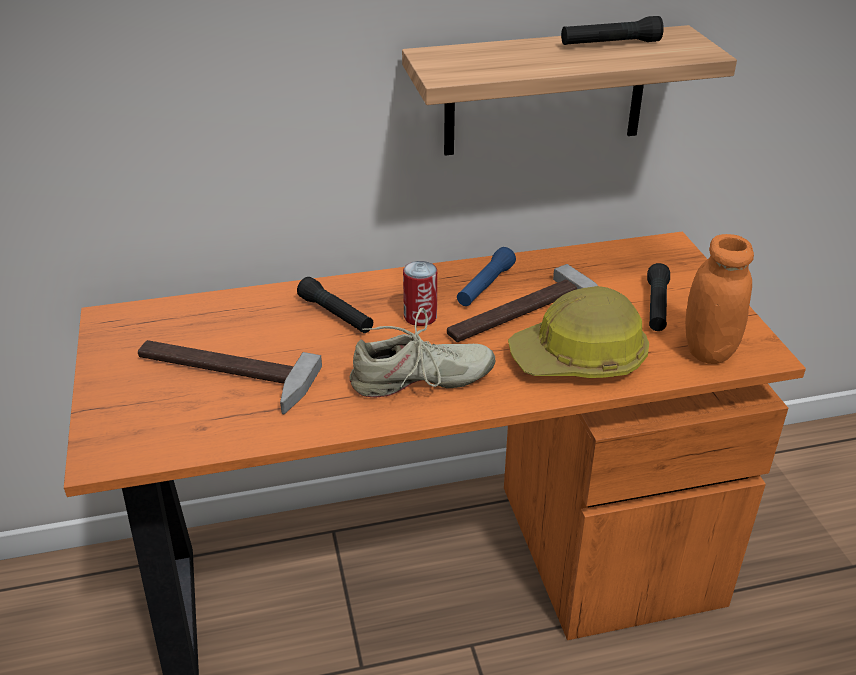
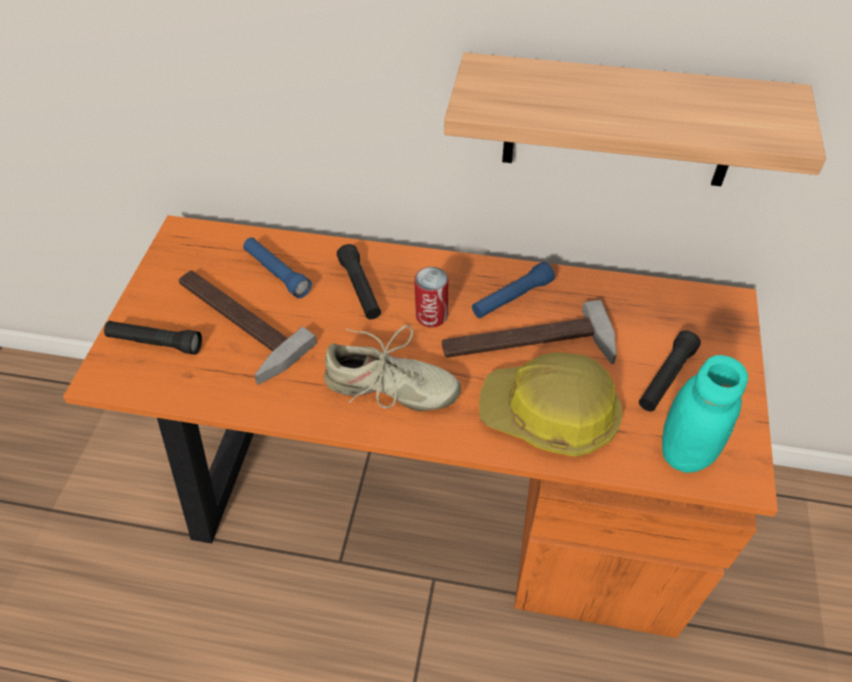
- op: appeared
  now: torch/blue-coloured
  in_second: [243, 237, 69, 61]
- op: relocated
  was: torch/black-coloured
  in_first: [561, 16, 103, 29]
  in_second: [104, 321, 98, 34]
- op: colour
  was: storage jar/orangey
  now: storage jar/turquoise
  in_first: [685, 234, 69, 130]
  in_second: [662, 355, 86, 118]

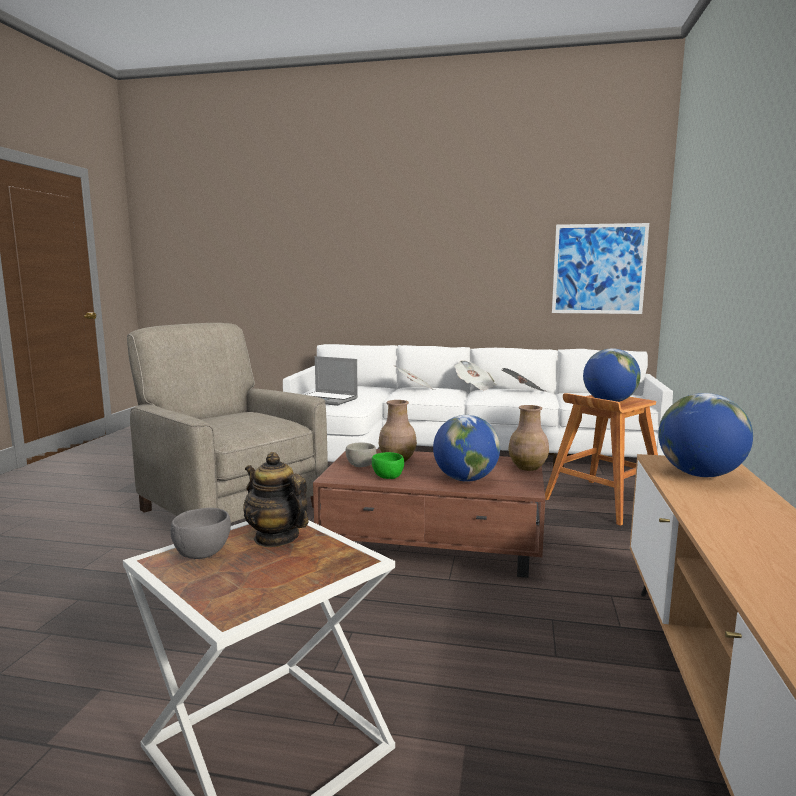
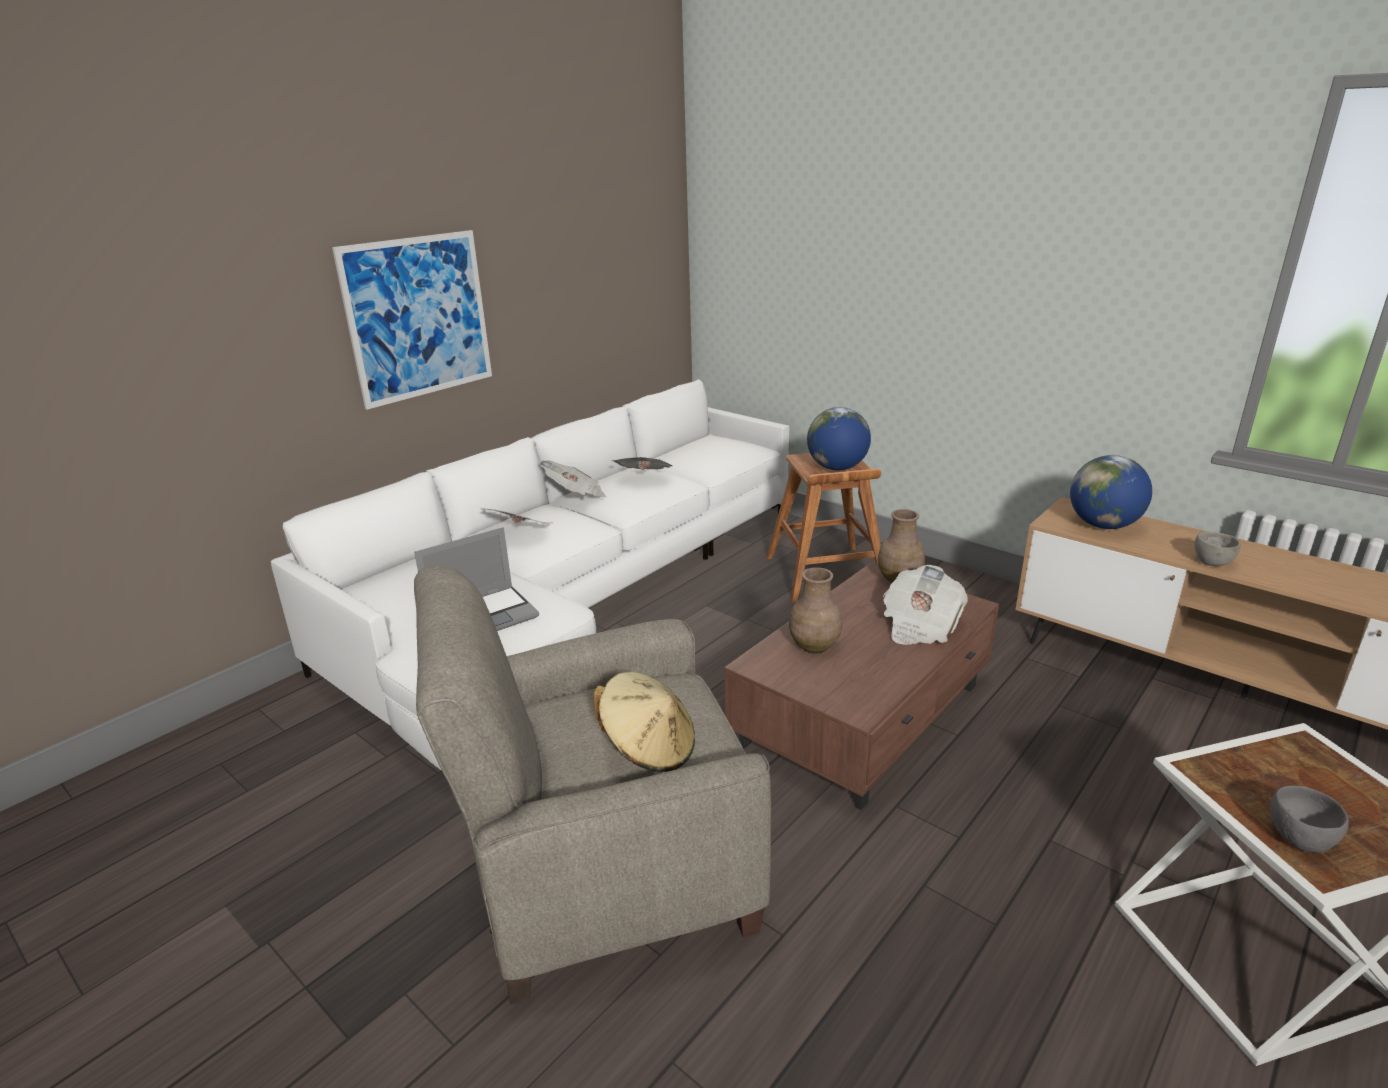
- op: missing
  was: teapot
  in_first: [244, 452, 65, 95]
- op: missing
  was: deep dish/greenish
  in_first: [372, 452, 32, 27]
- op: appeared
  now: wearable hat/beige
  in_second: [593, 672, 102, 100]
- op: relocated
  was: deep dish/grey
  in_first: [345, 442, 31, 25]
  in_second: [1195, 532, 46, 34]
- op: relocated
  was: picture
  in_first: [552, 223, 97, 91]
  in_second: [332, 230, 160, 180]
- op: exchanged
  was: desk globe
  now: printed paper
  in_first: [433, 415, 67, 67]
  in_second: [883, 565, 85, 80]

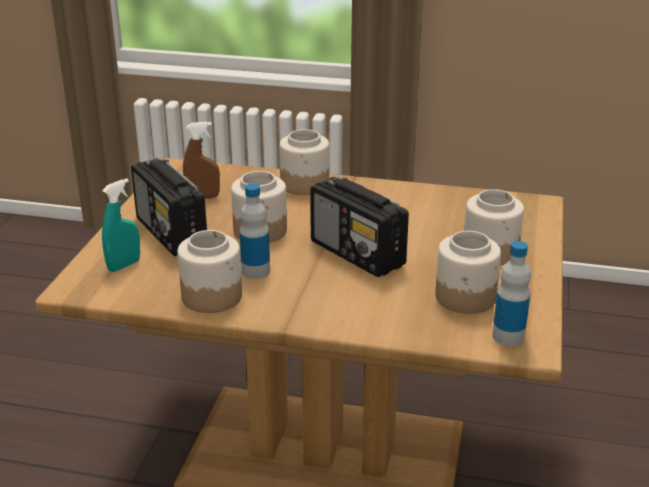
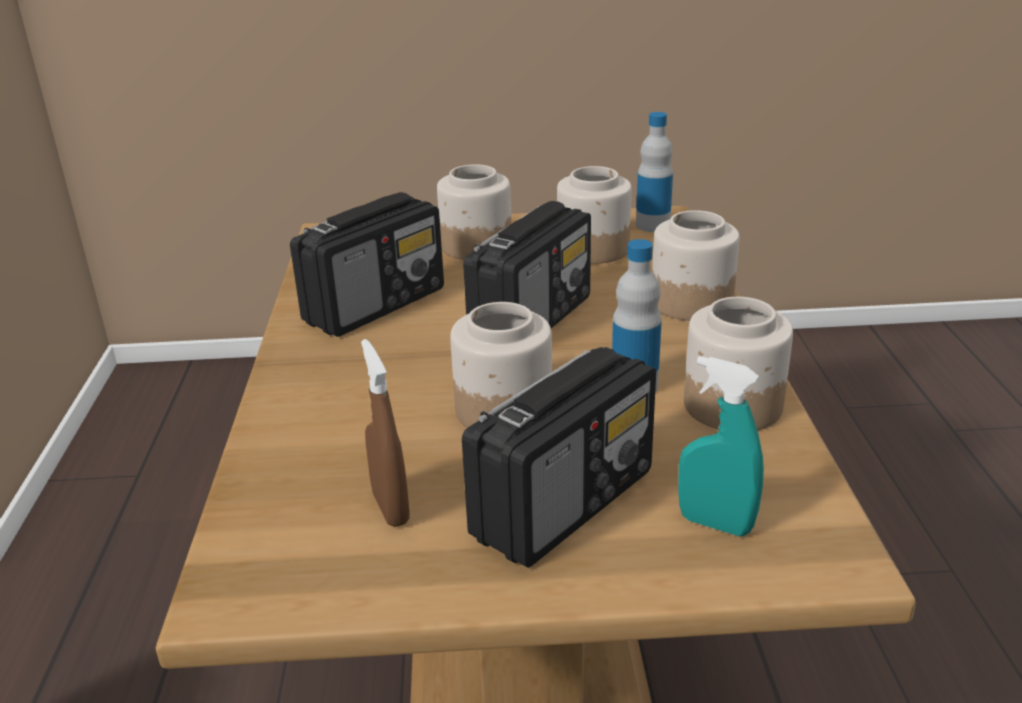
- op: appeared
  now: radio receiver
  in_second: [290, 192, 154, 145]
- op: relocated
  was: storage jar
  in_first: [279, 129, 50, 66]
  in_second: [652, 210, 87, 111]

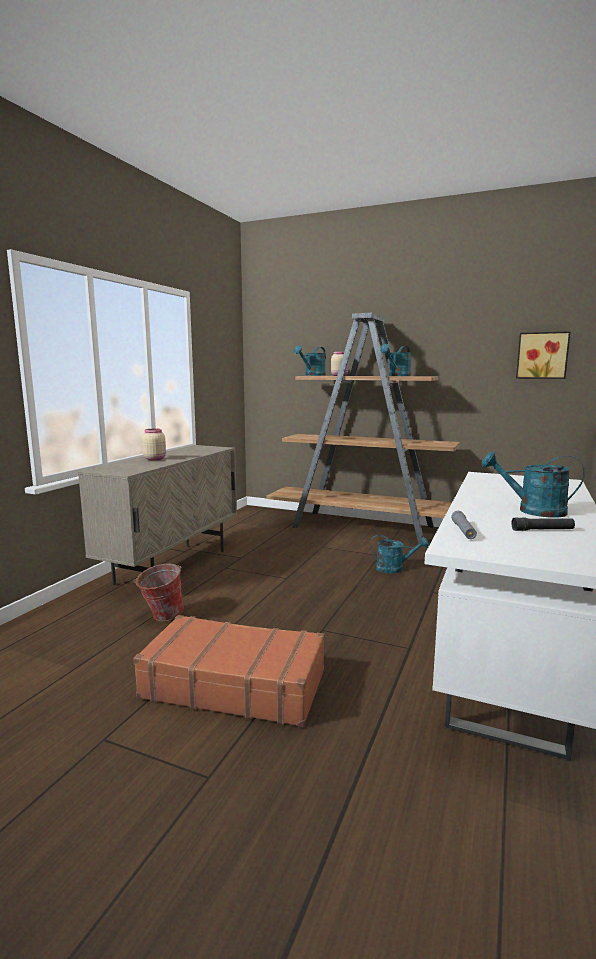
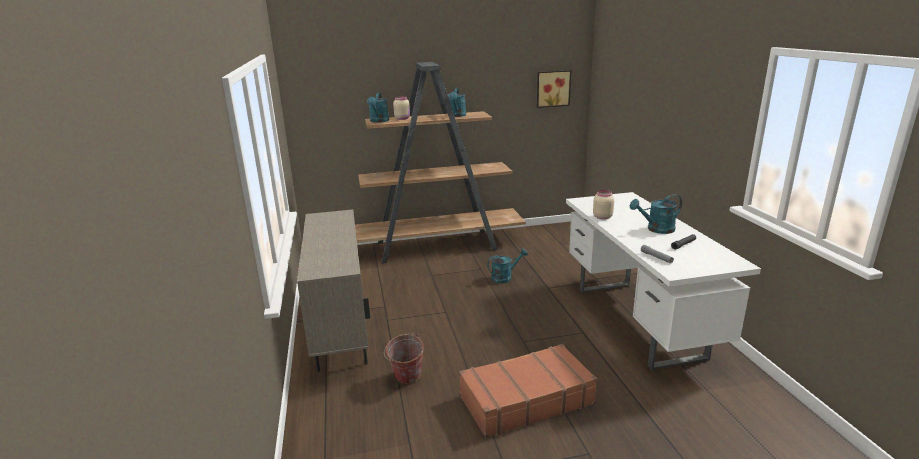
- op: relocated
  was: storage jar/beige
  in_first: [142, 429, 24, 31]
  in_second: [593, 190, 21, 30]

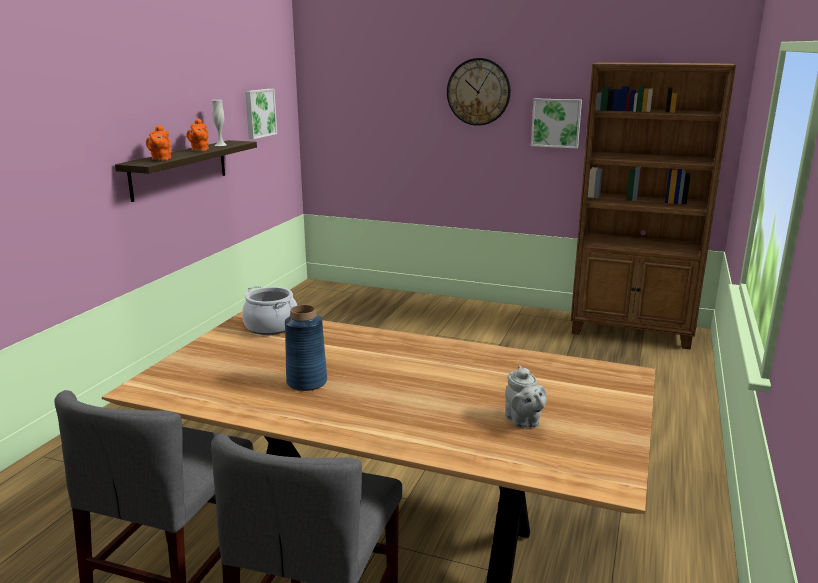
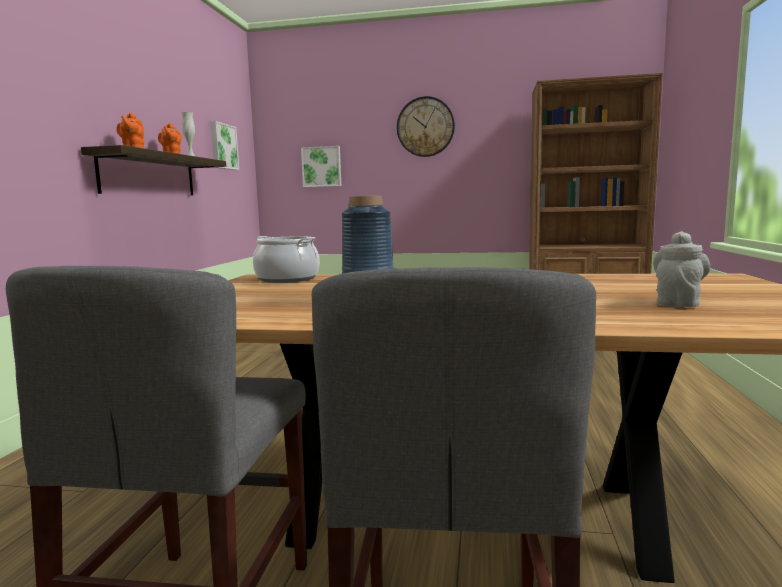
- op: relocated
  was: picture
  in_first: [531, 98, 51, 50]
  in_second: [301, 146, 40, 41]
- op: spun
  was: teapot/grey
  in_first: [505, 365, 42, 63]
  in_second: [653, 231, 57, 76]
  clockwise: -120

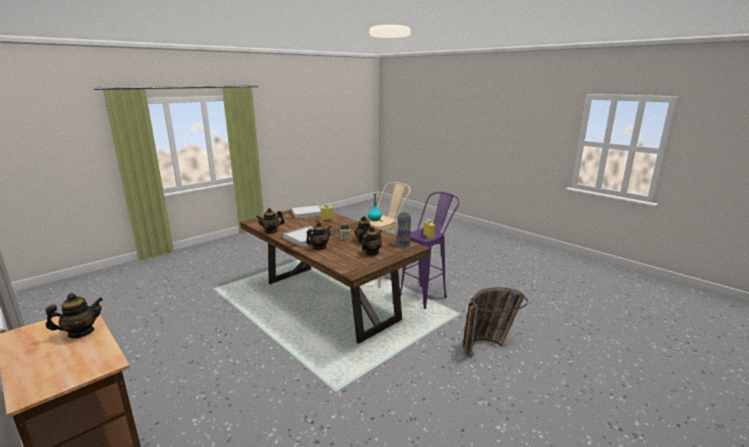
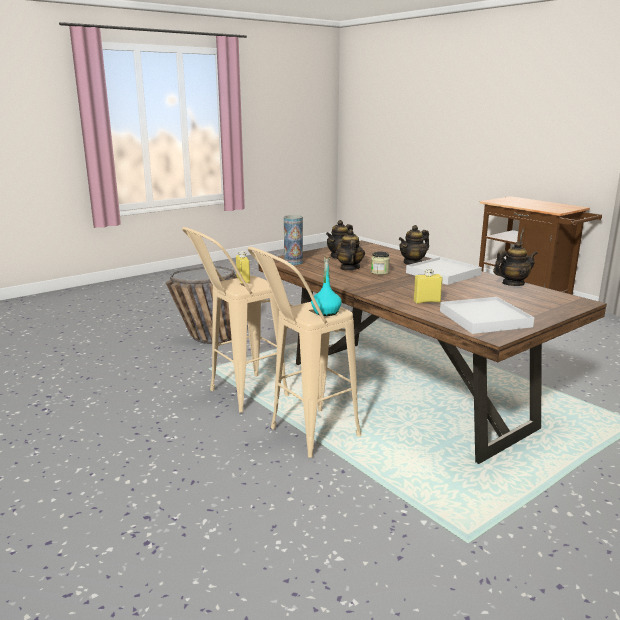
- op: missing
  was: teapot
  in_first: [46, 293, 57, 45]
- op: colour
  was: stool seat/purple
  now: stool seat/beige
  in_first: [400, 192, 60, 117]
  in_second: [182, 227, 107, 186]

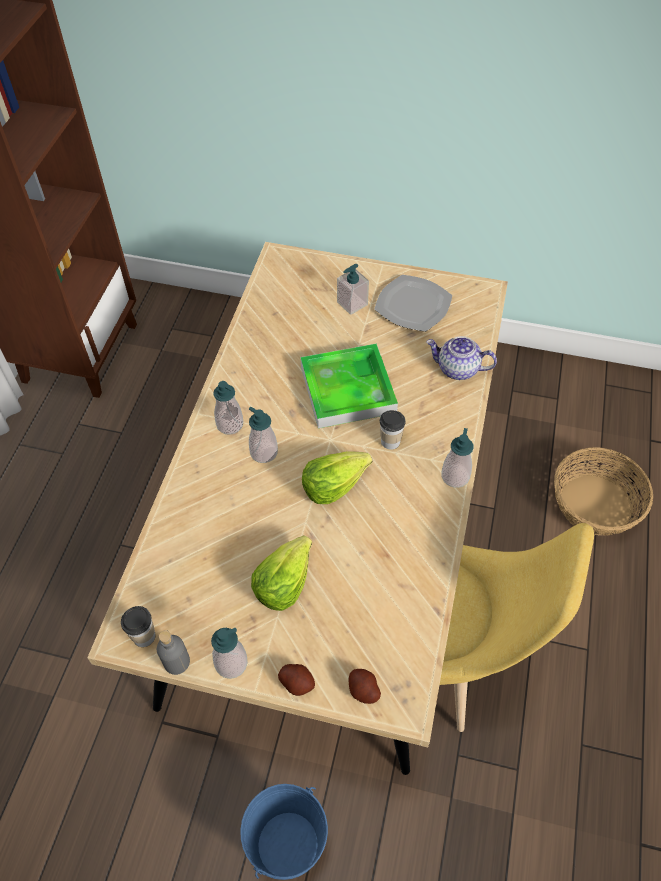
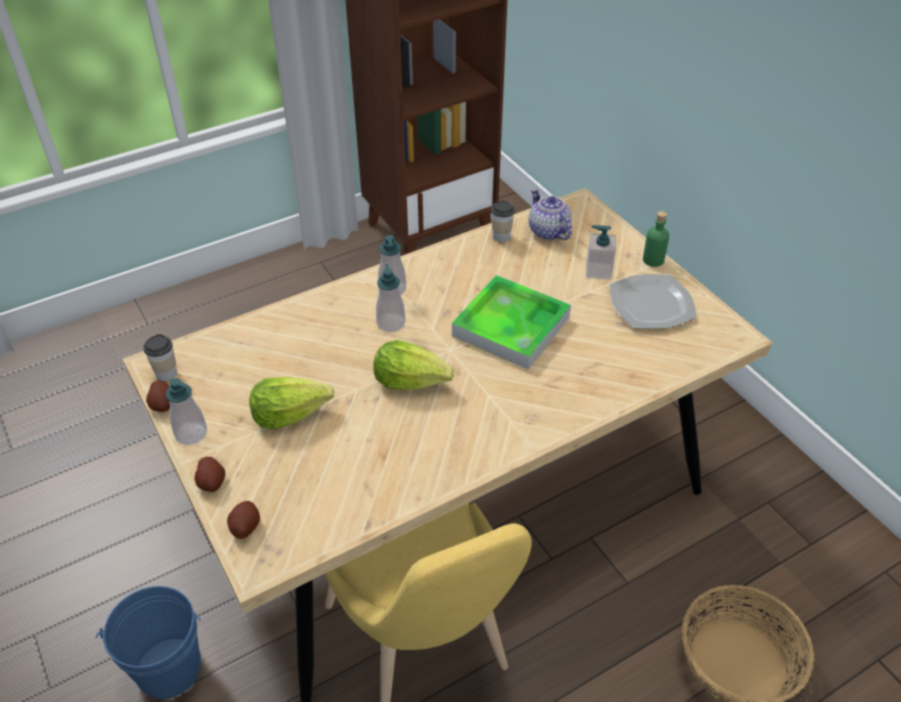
- op: missing
  was: liquid soap bottle
  in_first: [441, 428, 33, 60]
- op: appeared
  now: drink bottle/greenish
  in_second: [643, 211, 26, 56]
- op: relocated
  was: small cup
  in_first: [380, 410, 26, 40]
  in_second: [491, 201, 24, 41]
- op: relocated
  was: teapot
  in_first: [426, 336, 71, 44]
  in_second: [529, 188, 43, 52]
- op: exchanged
  was: drink bottle/grey
  now: potato
  in_first: [157, 630, 33, 45]
  in_second: [146, 380, 24, 32]

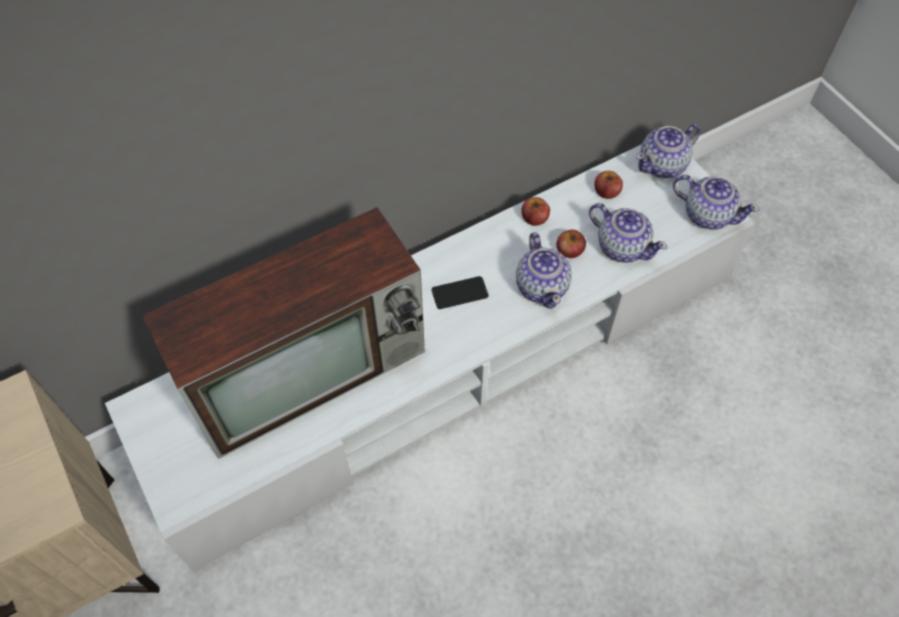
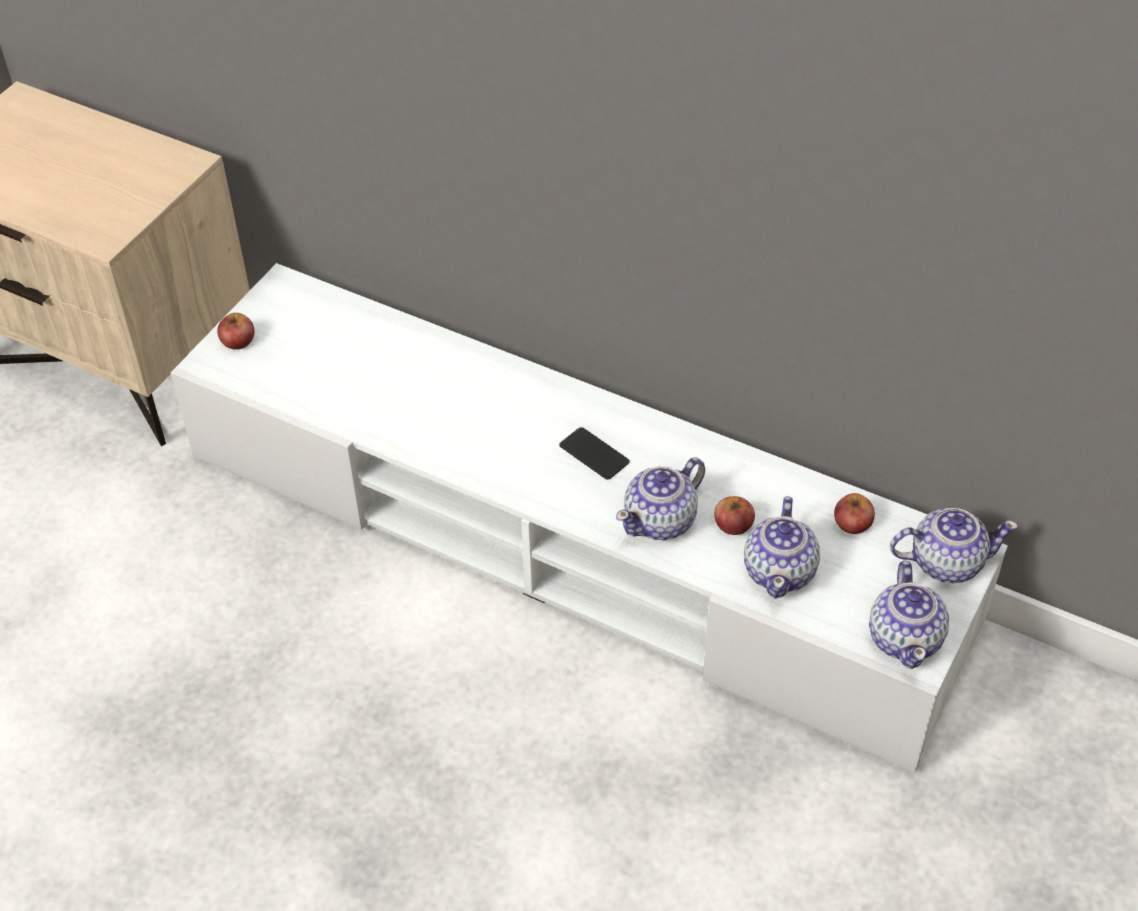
- op: missing
  was: television
  in_first: [142, 207, 283, 252]
- op: relocated
  was: apple
  in_first: [521, 197, 29, 29]
  in_second: [217, 313, 37, 37]
- op: spun
  was: teapot
  in_first: [636, 124, 64, 54]
  in_second: [890, 508, 128, 75]
  clockwise: 150

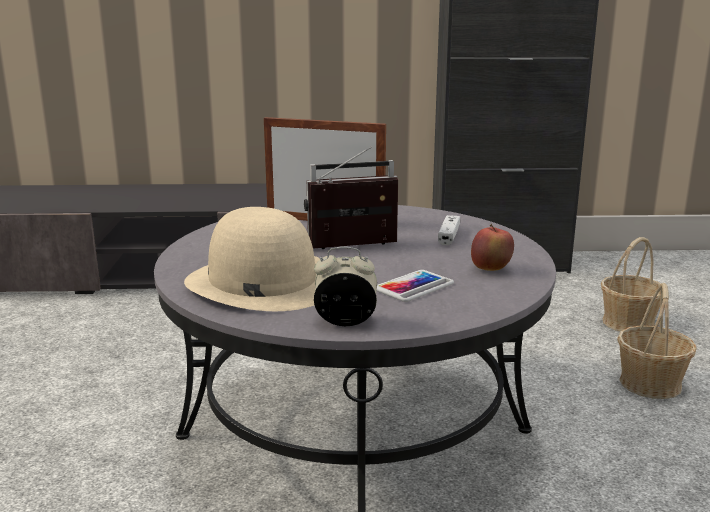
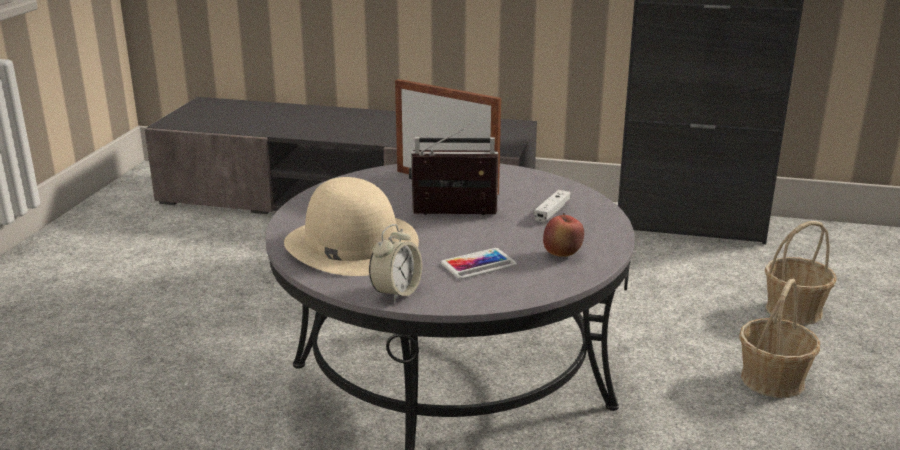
- op: spun
  was: table clock
  in_first: [314, 246, 63, 80]
  in_second: [369, 224, 53, 79]
  clockwise: 105

